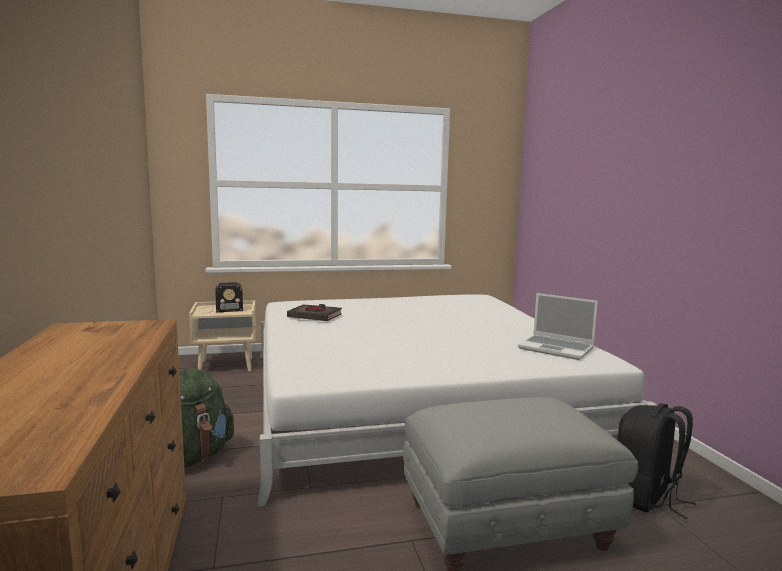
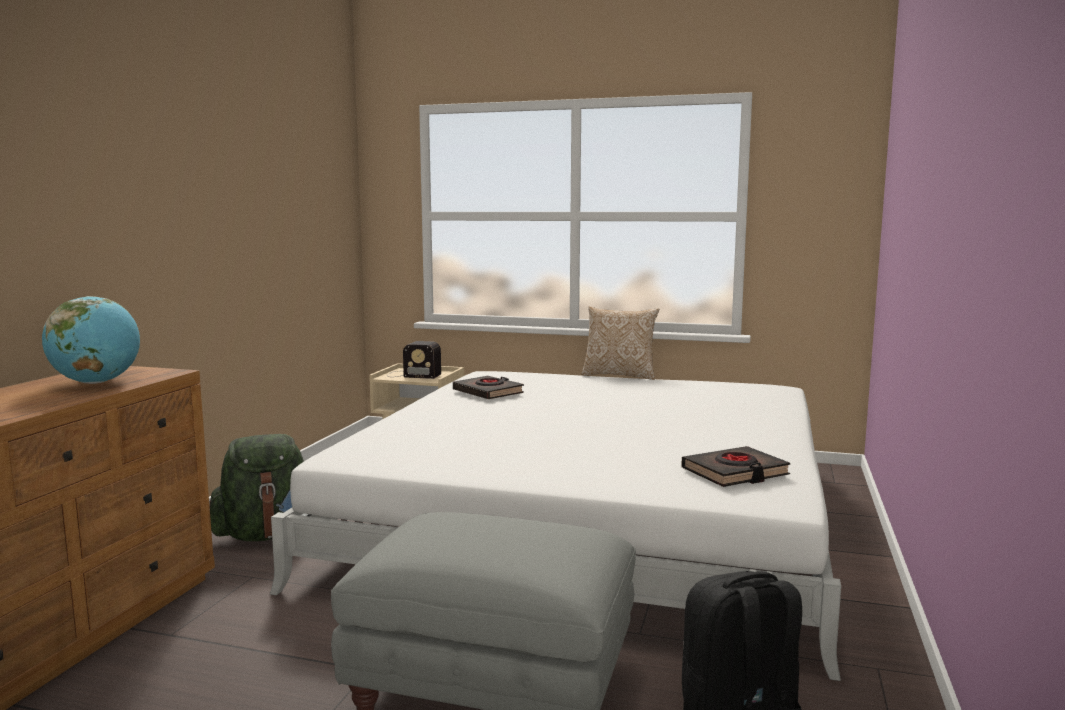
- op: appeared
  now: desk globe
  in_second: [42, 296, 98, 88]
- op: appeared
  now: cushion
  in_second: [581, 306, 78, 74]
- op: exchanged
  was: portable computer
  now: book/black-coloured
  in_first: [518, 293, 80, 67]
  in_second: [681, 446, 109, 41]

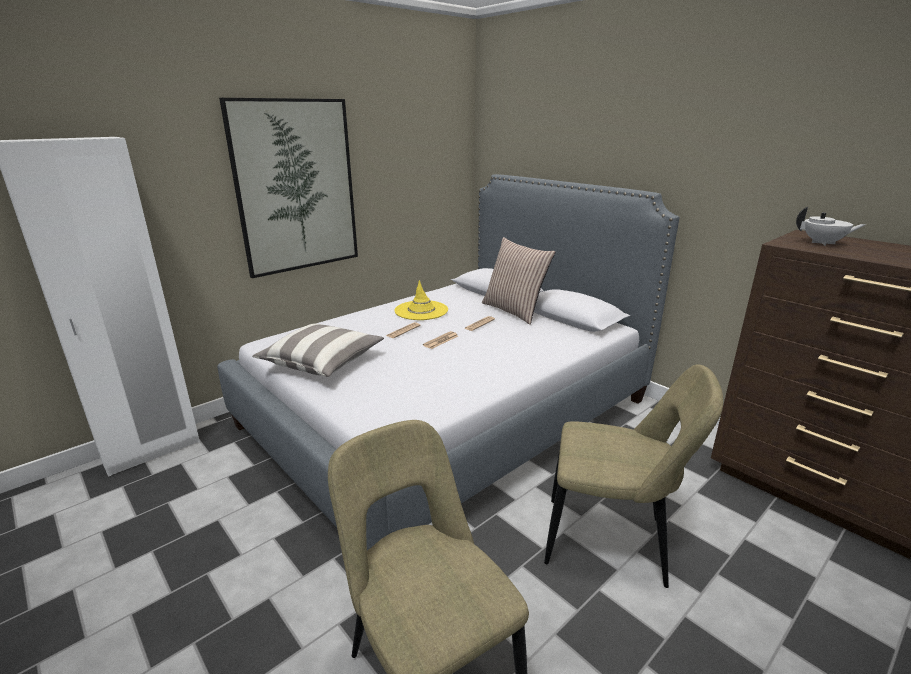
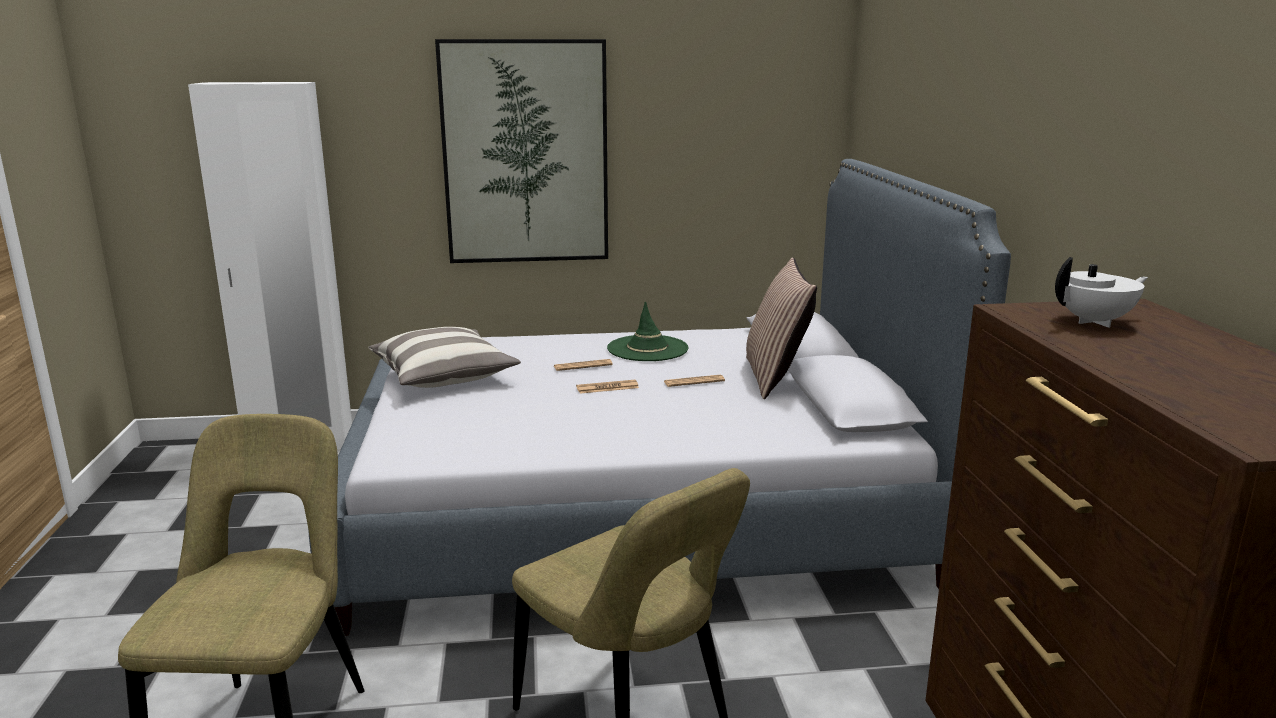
- op: colour
  was: wearable hat/yellowish
  now: wearable hat/greenish
  in_first: [394, 280, 54, 40]
  in_second: [607, 301, 82, 60]
- op: spun
  was: teapot/whitish
  in_first: [796, 206, 70, 40]
  in_second: [1055, 257, 93, 71]
  clockwise: -75

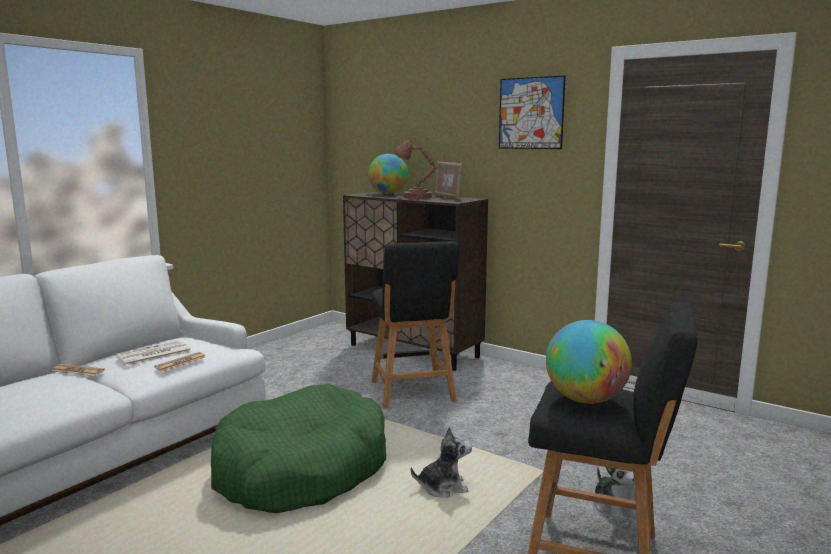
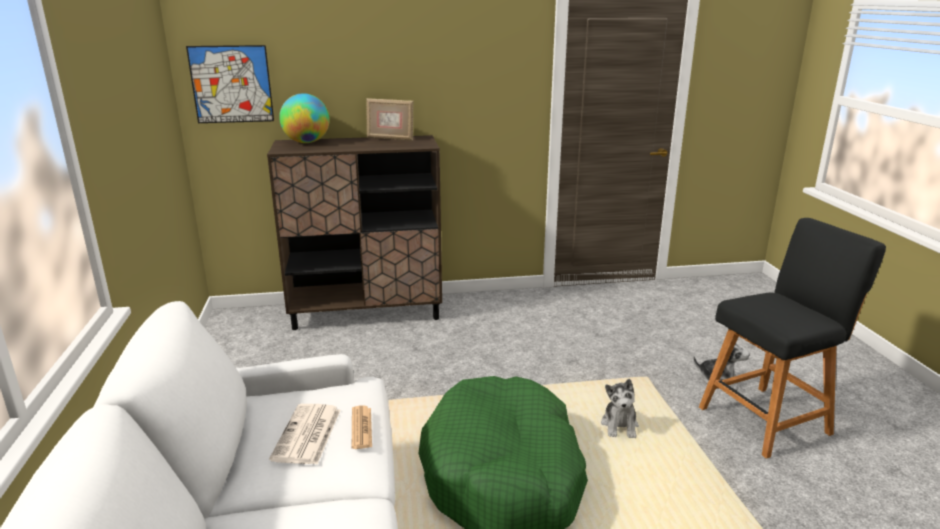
- op: missing
  was: printed paper
  in_first: [52, 364, 53, 12]
- op: missing
  was: stool seat/black-coloured
  in_first: [372, 241, 87, 168]
- op: missing
  was: table lamp/brown
  in_first: [394, 140, 44, 59]
- op: missing
  was: desk globe
  in_first: [546, 320, 86, 84]
- op: relocated
  was: picture
  in_first: [499, 75, 67, 74]
  in_second: [186, 45, 88, 78]
- op: spun
  was: soft toy
  in_first: [411, 426, 61, 72]
  in_second: [601, 379, 38, 59]
  clockwise: 150

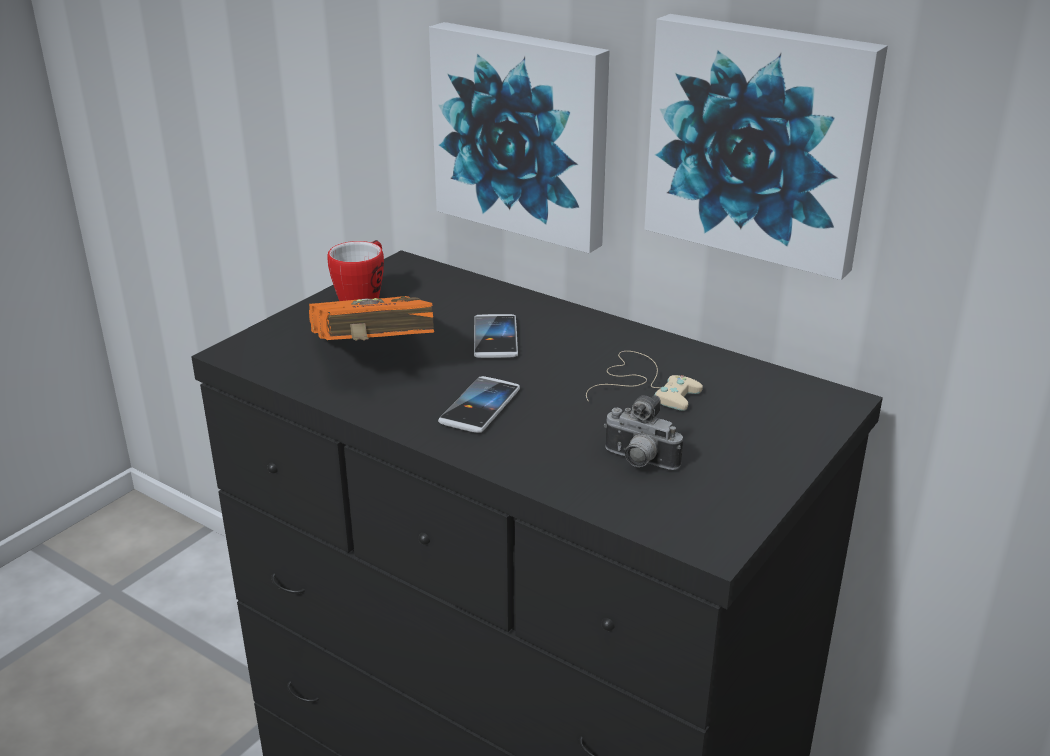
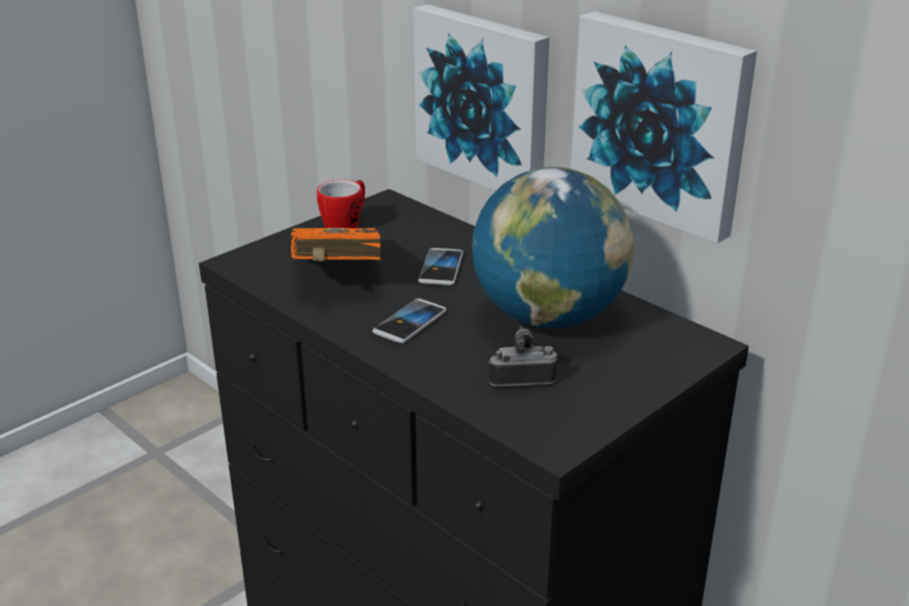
- op: exchanged
  was: game controller/beige
  now: desk globe
  in_first: [586, 351, 117, 60]
  in_second: [472, 167, 162, 161]
- op: spun
  was: photo camera
  in_first: [604, 395, 79, 75]
  in_second: [489, 326, 68, 61]
  clockwise: 135

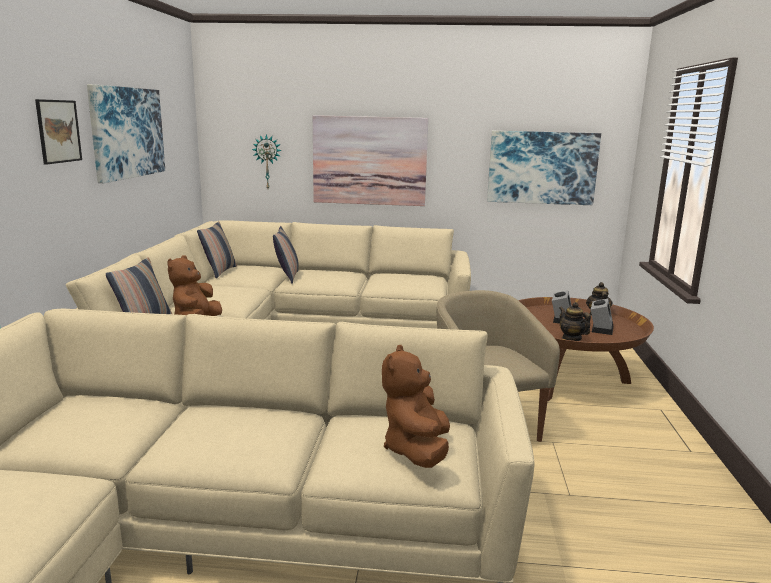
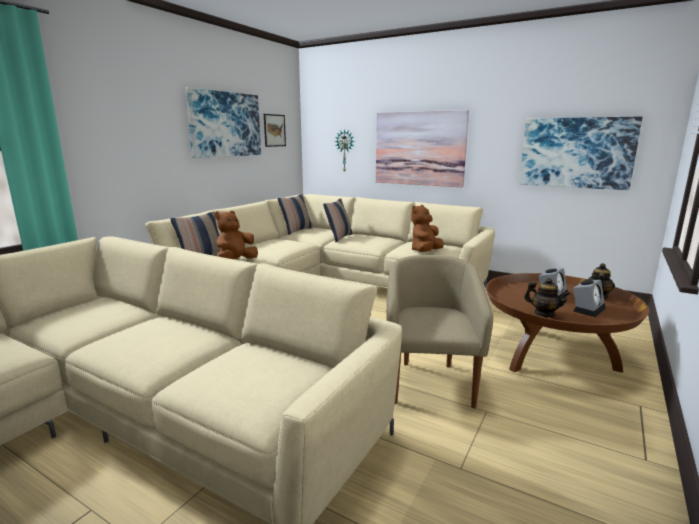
- op: relocated
  was: picture
  in_first: [35, 99, 47, 66]
  in_second: [264, 114, 22, 33]
- op: relocated
  was: soft toy/brown
  in_first: [382, 345, 68, 123]
  in_second: [411, 205, 33, 47]
- op: spun
  was: teapot
  in_first: [559, 302, 32, 39]
  in_second: [524, 278, 46, 39]
  clockwise: 135

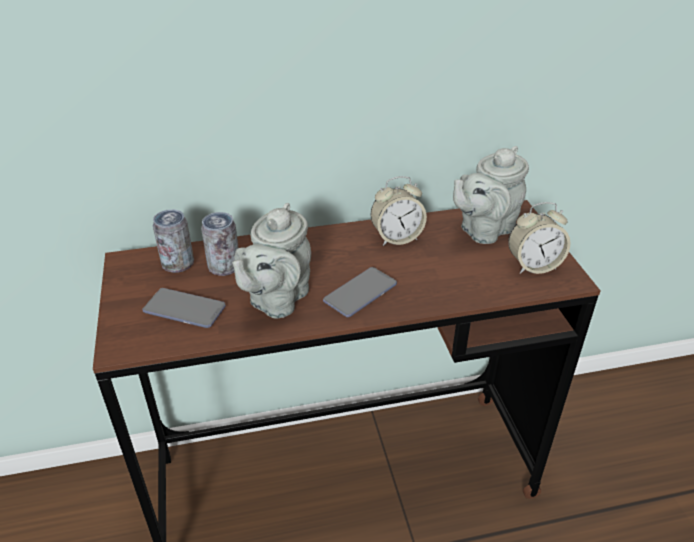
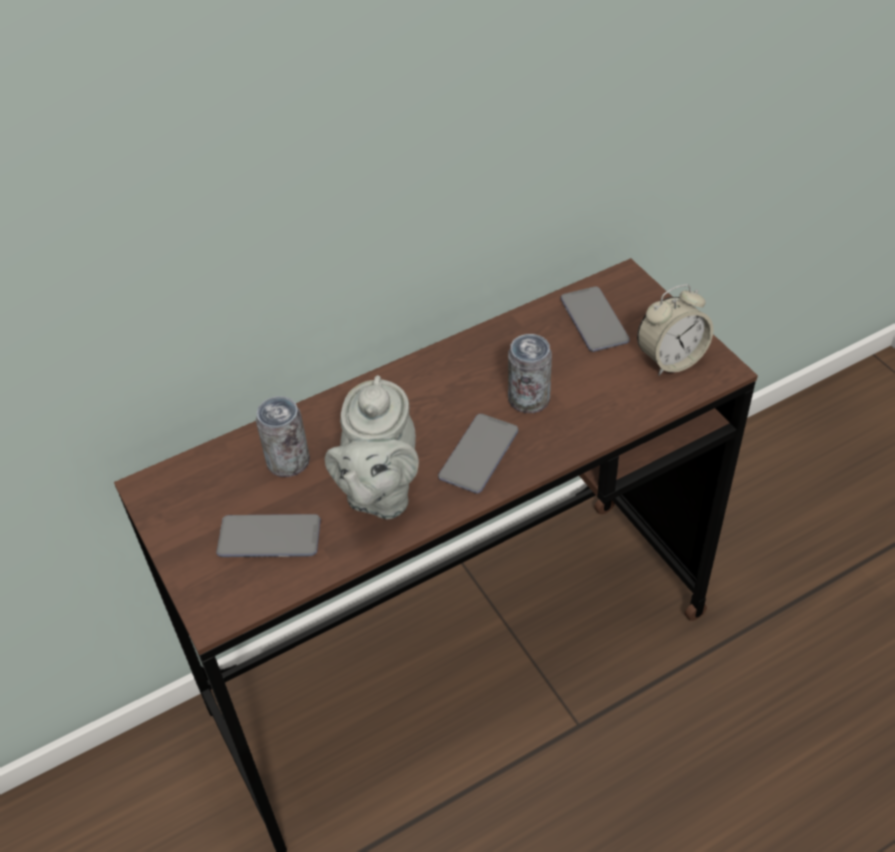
- op: missing
  was: table clock
  in_first: [371, 176, 56, 70]
- op: relocated
  was: sealed can
  in_first: [153, 209, 41, 64]
  in_second: [508, 334, 44, 79]
- op: exchanged
  was: teapot/grey
  now: handset
  in_first: [453, 146, 76, 98]
  in_second: [561, 286, 69, 66]

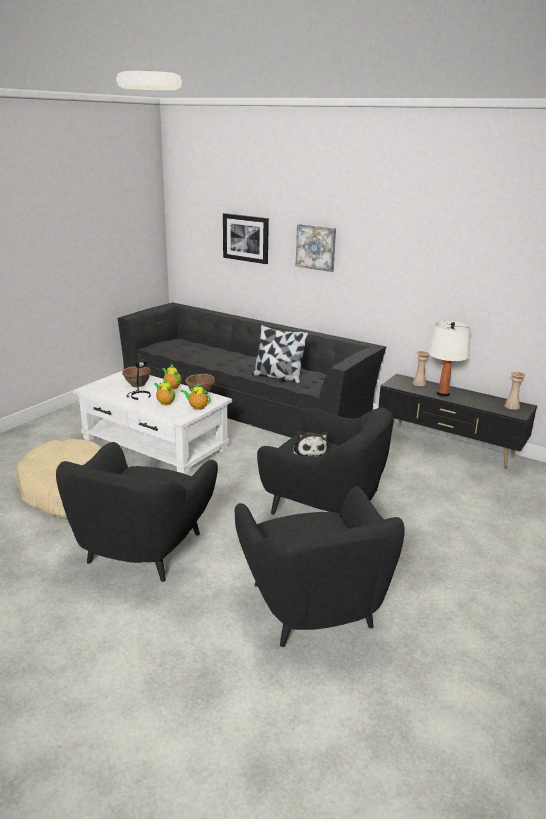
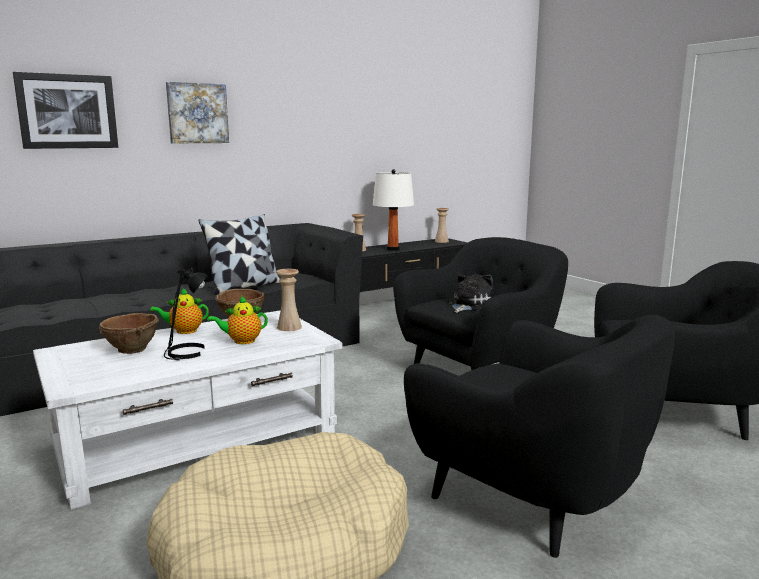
- op: exchanged
  was: teapot
  now: flower vase/beige
  in_first: [180, 383, 31, 27]
  in_second: [276, 269, 26, 62]
- op: spun
  was: soft toy
  in_first: [293, 432, 35, 25]
  in_second: [450, 274, 44, 39]
  clockwise: -60

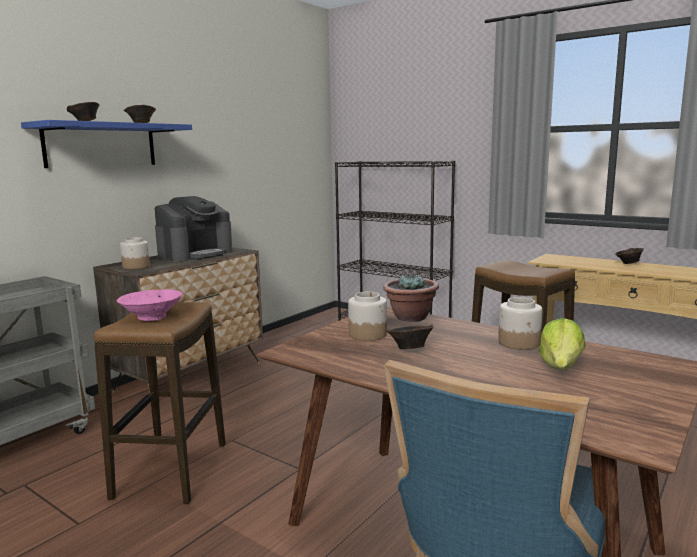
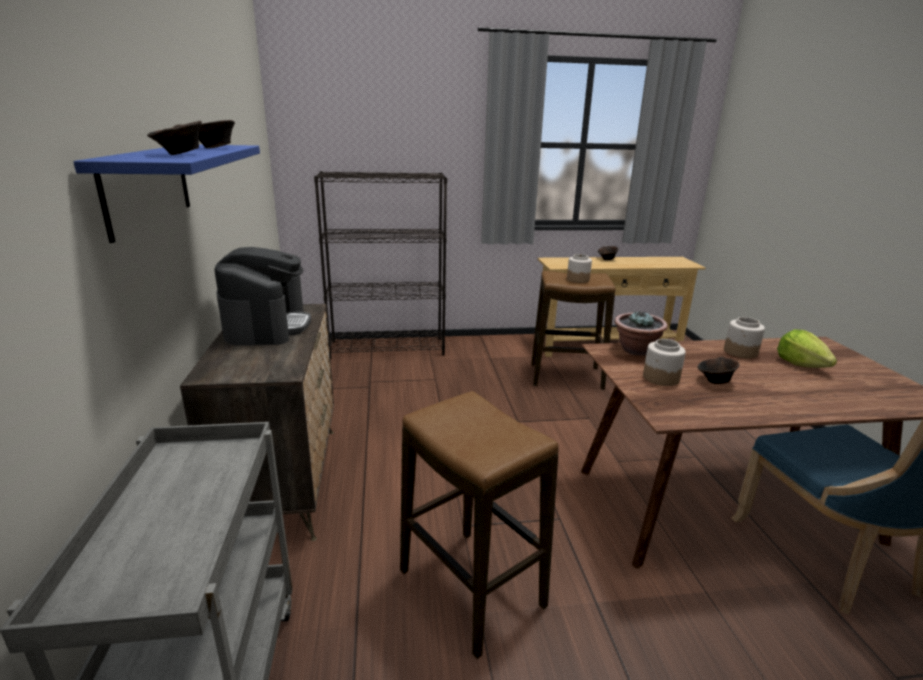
- op: missing
  was: deep dish/pink
  in_first: [117, 289, 66, 32]
- op: relocated
  was: storage jar
  in_first: [120, 237, 30, 32]
  in_second: [567, 254, 25, 29]

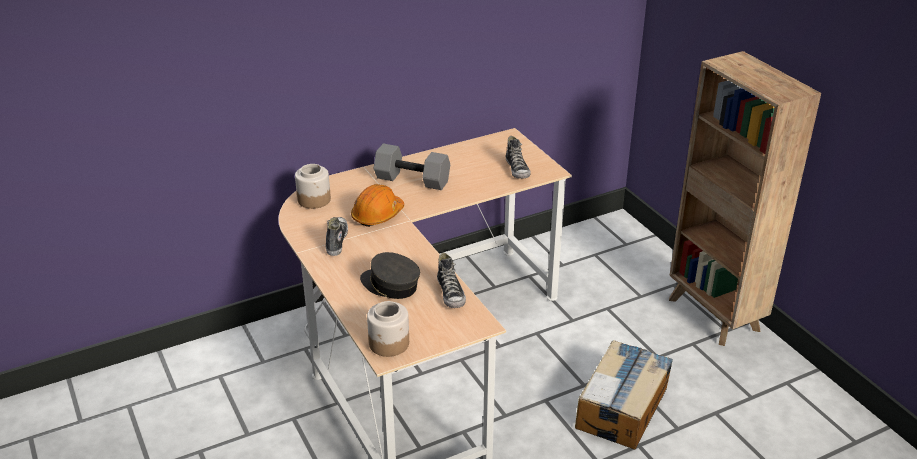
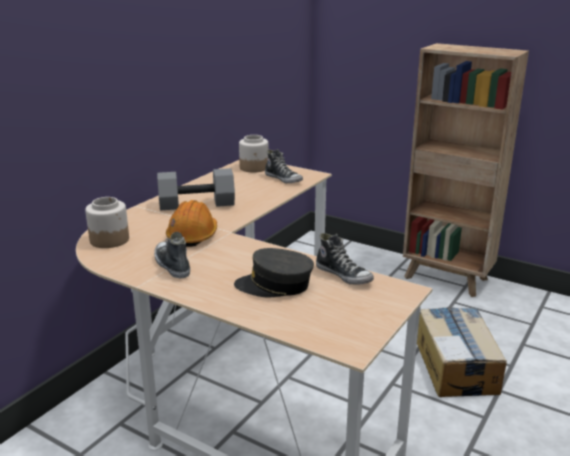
- op: relocated
  was: storage jar
  in_first: [367, 301, 42, 56]
  in_second: [239, 135, 30, 38]

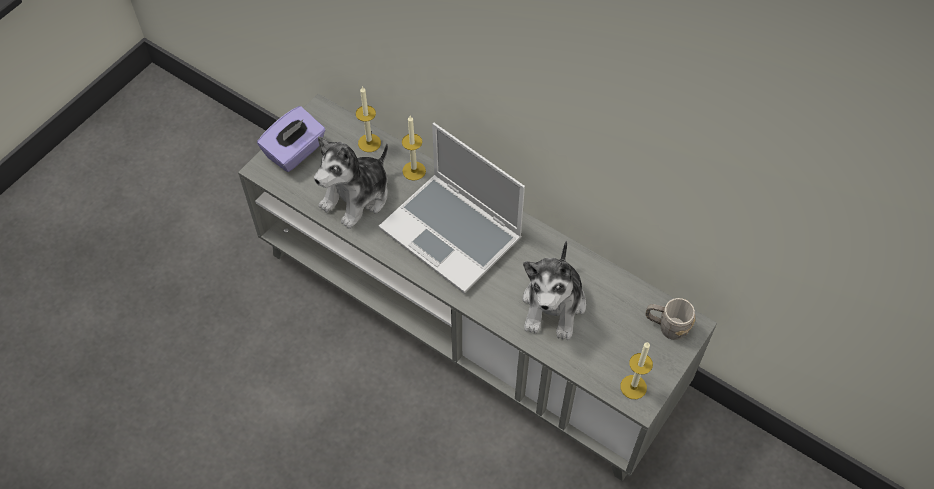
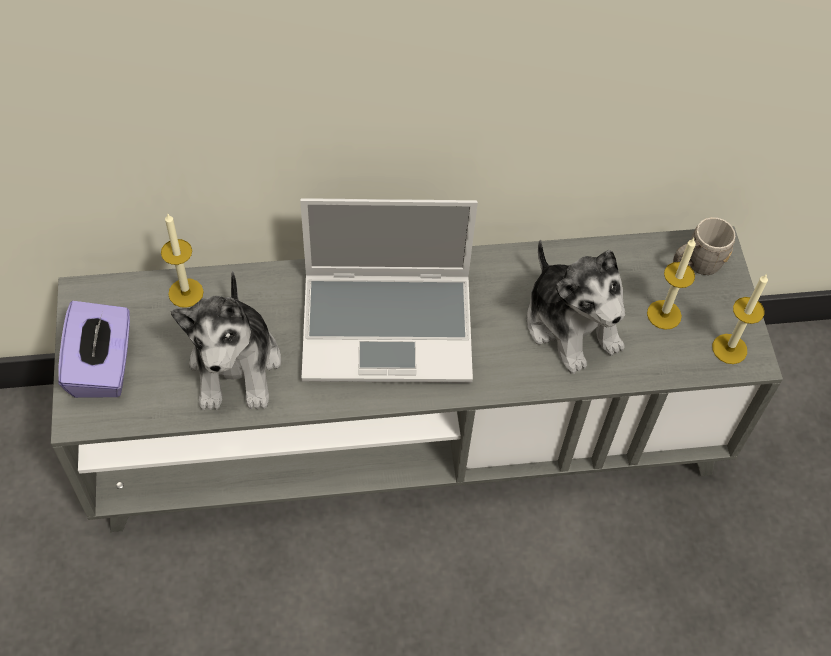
- op: relocated
  was: wax light
  in_first: [402, 116, 24, 65]
  in_second: [647, 238, 49, 92]

